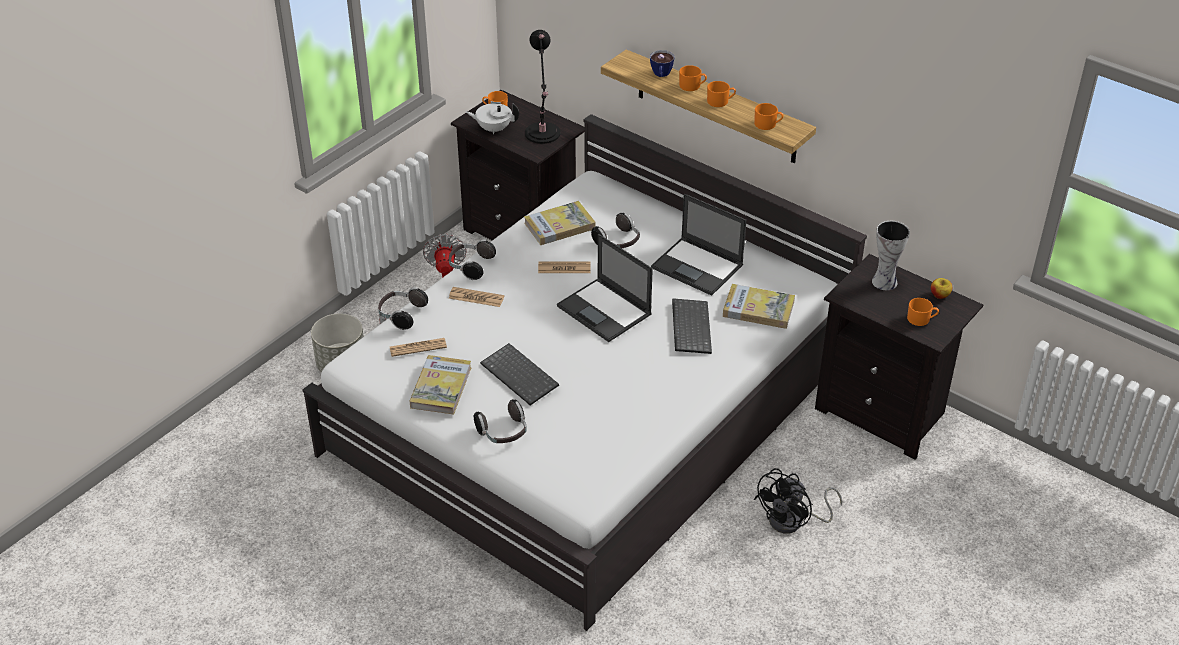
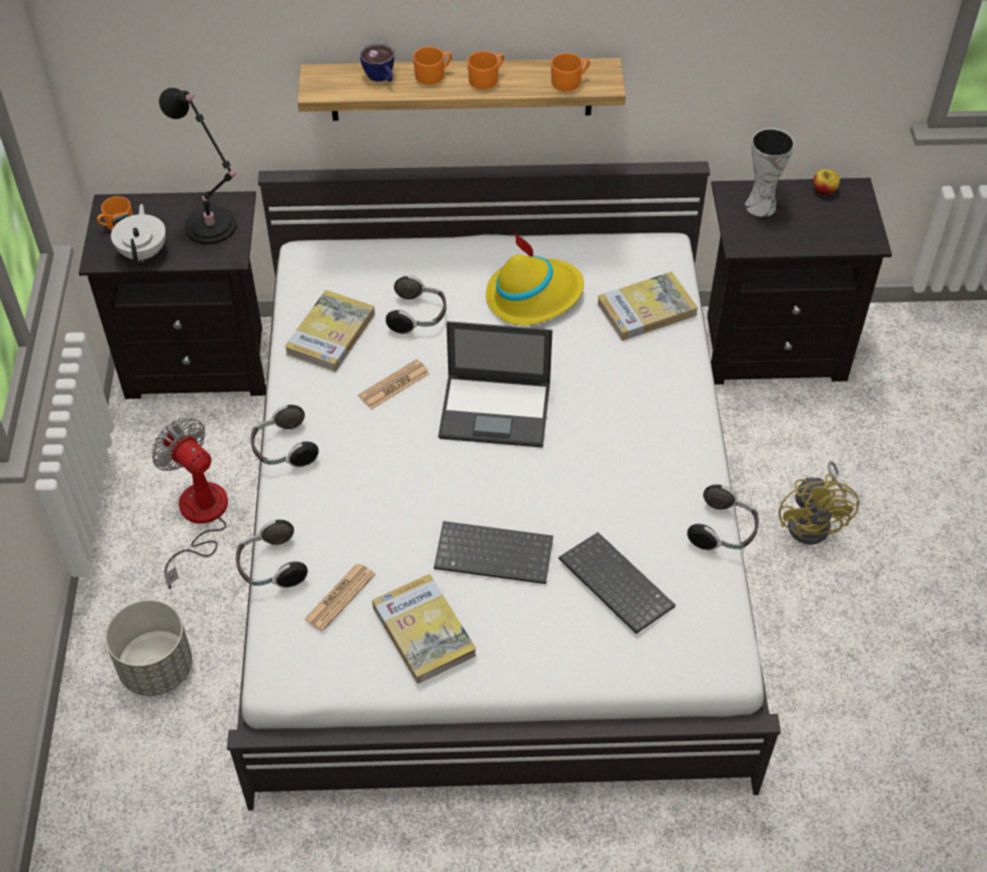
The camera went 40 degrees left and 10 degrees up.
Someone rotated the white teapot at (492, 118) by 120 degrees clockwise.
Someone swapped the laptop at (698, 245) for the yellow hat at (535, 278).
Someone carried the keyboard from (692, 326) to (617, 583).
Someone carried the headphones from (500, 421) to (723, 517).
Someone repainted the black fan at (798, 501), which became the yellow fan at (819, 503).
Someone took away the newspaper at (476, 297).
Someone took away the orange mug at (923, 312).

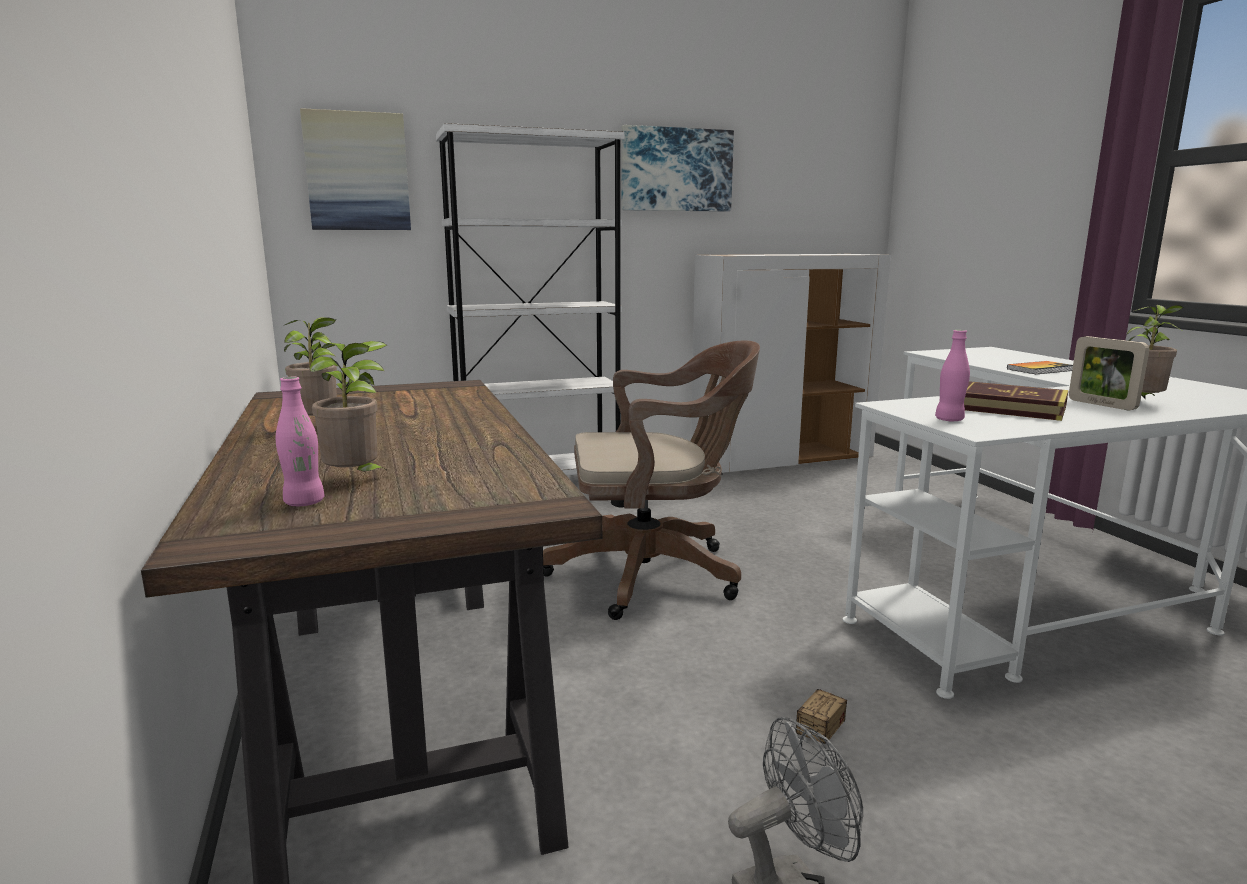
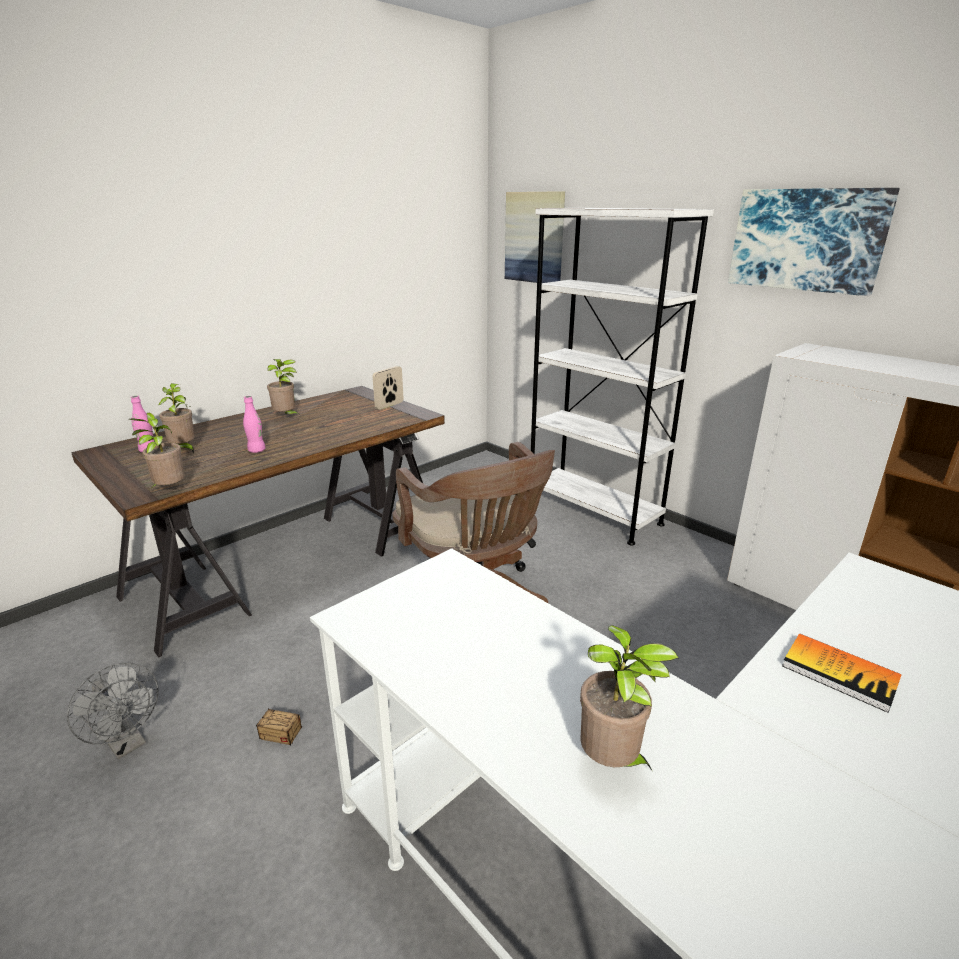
The camera went 65 degrees right and 10 degrees up.
Someone put down the potted plant at (157, 451).
Someone carried the pink bottle from (952, 375) to (254, 424).
Someone carried the picture frame from (1109, 373) to (388, 388).
Someone took away the book at (1016, 401).

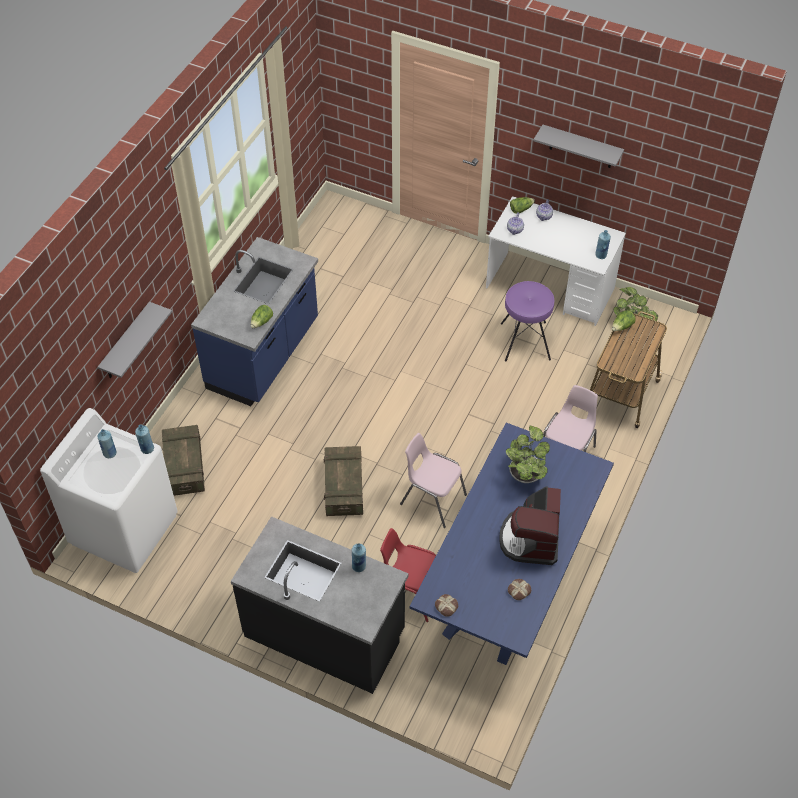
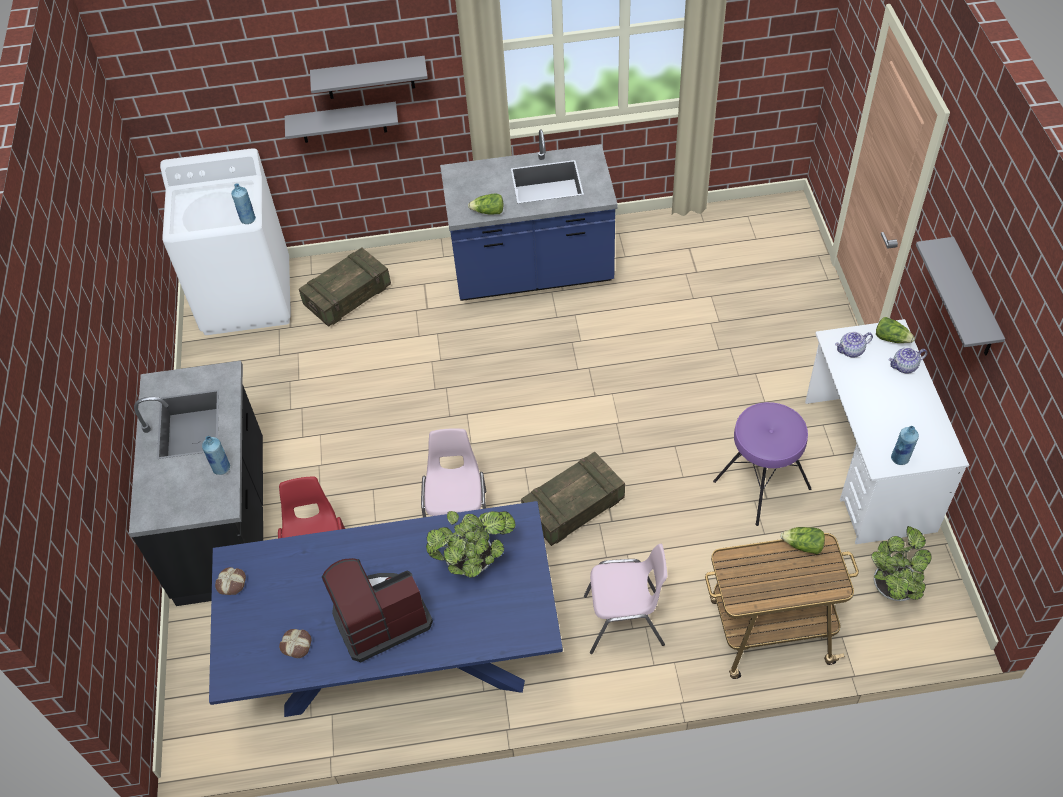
The camera went 60 degrees right and 0 degrees up.
Someone put up the grey shelf at (369, 77).
Someone carried the crate from (343, 481) to (573, 499).
Someone took away the blue bottle at (106, 443).

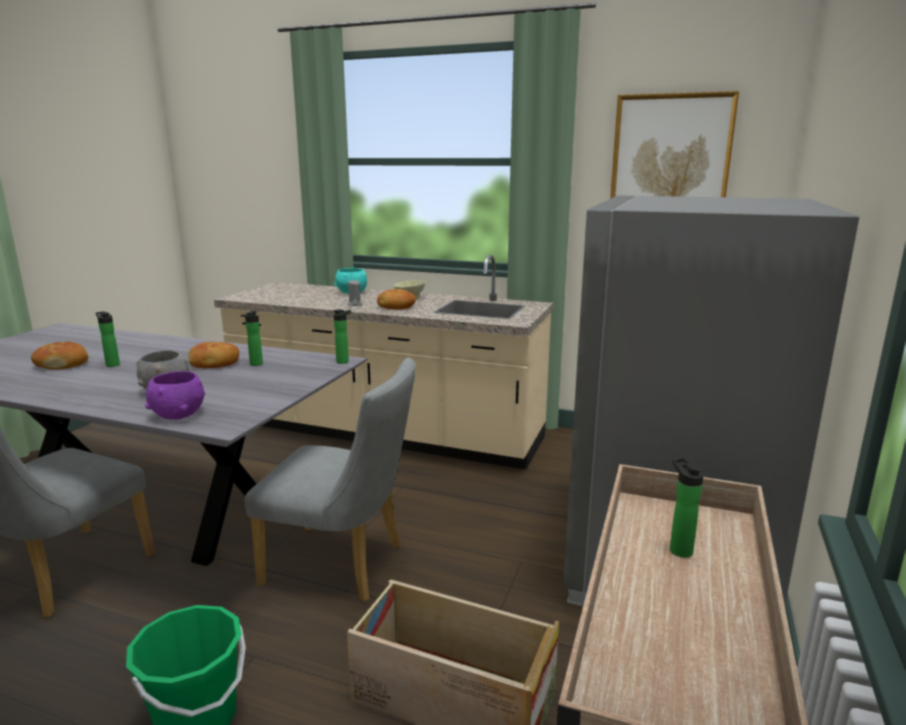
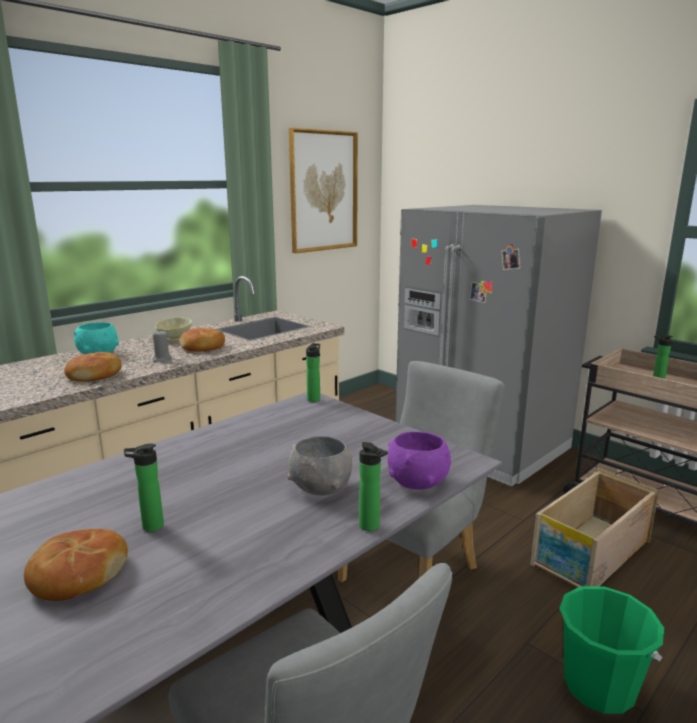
The camera went 65 degrees left and 0 degrees up.
Someone carried the bread from (213, 355) to (93, 366).
Someone carried the bottle from (252, 338) to (373, 486).

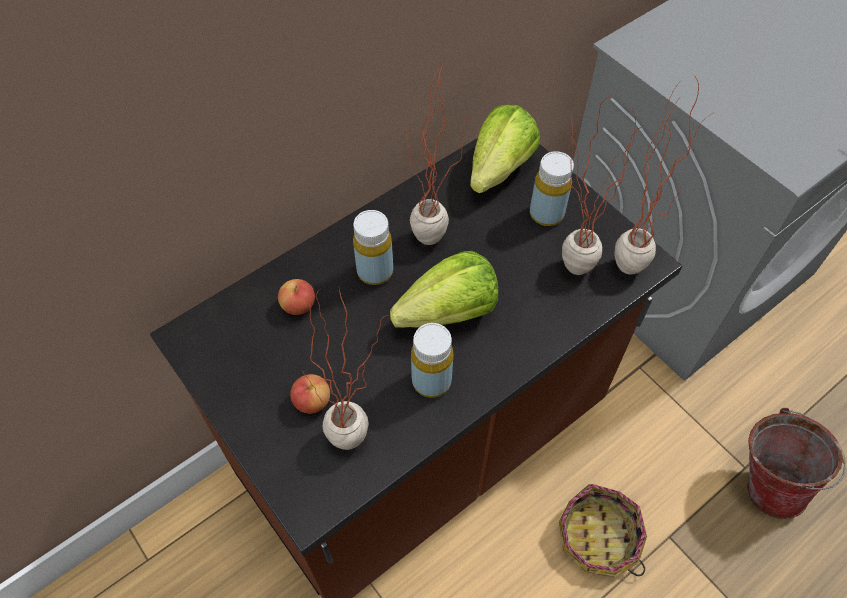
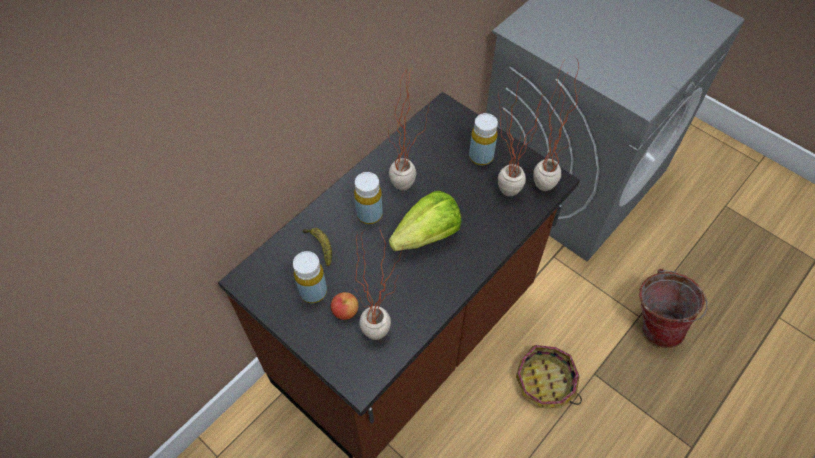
The camera went 10 degrees left and 0 degrees up.
Someone carried the yellow bottle from (432, 360) to (310, 277).
Someone swapped the apple at (296, 297) for the banana at (317, 247).
Someone took away the lettuce at (505, 149).

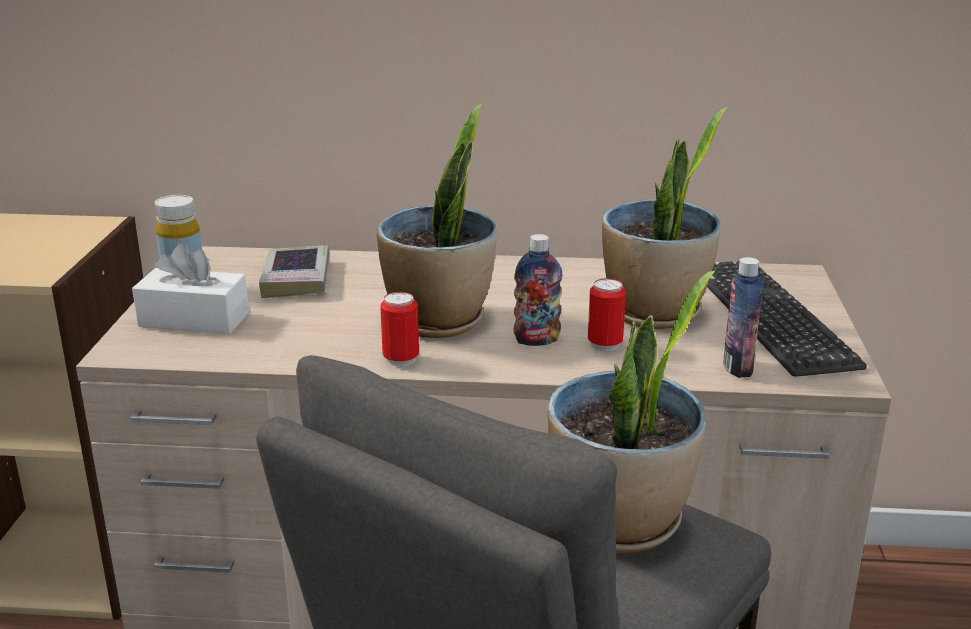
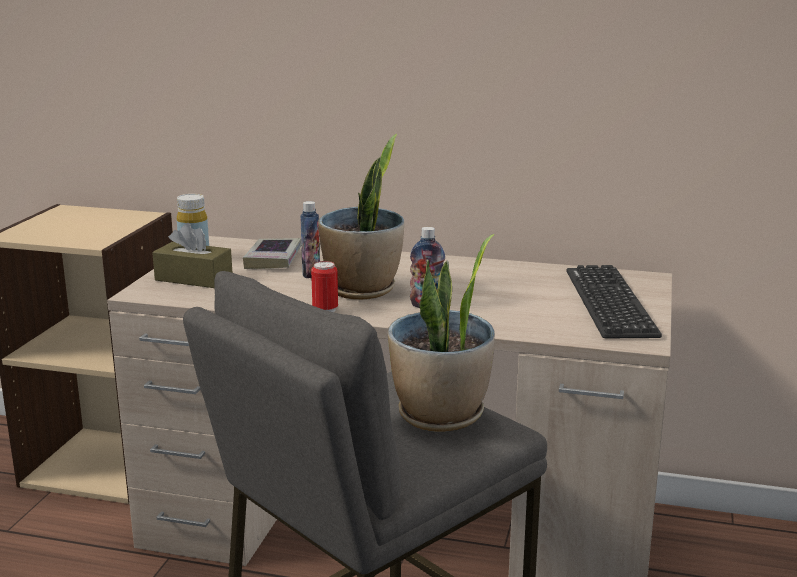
The camera went 10 degrees right and 5 degrees down.
Someone repainted the white tissue box at (190, 288), which became the brown tissue box at (192, 255).
Someone carried the bottle from (743, 317) to (310, 239).
Someone took away the can at (607, 314).
Someone took away the potted plant at (664, 218).

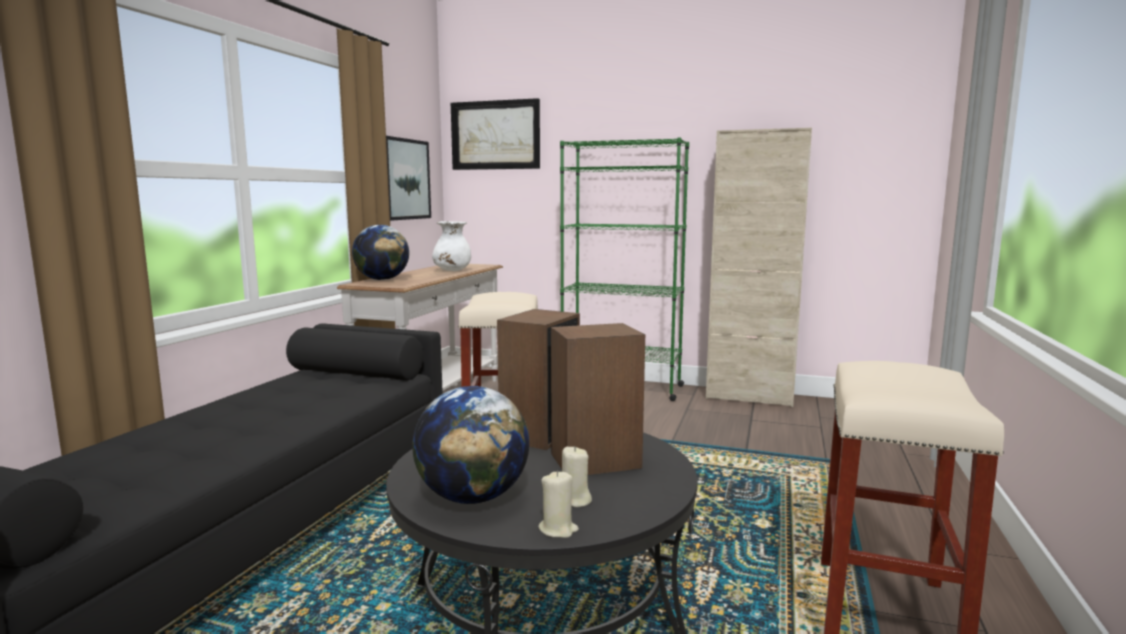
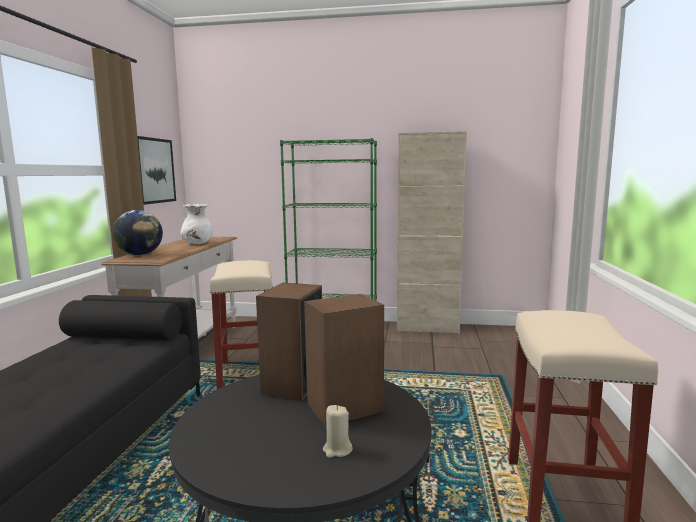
The camera went 10 degrees left and 0 degrees up.
Someone took away the globe at (470, 445).
Someone took away the picture at (495, 134).
Someone took away the beige candle at (558, 504).

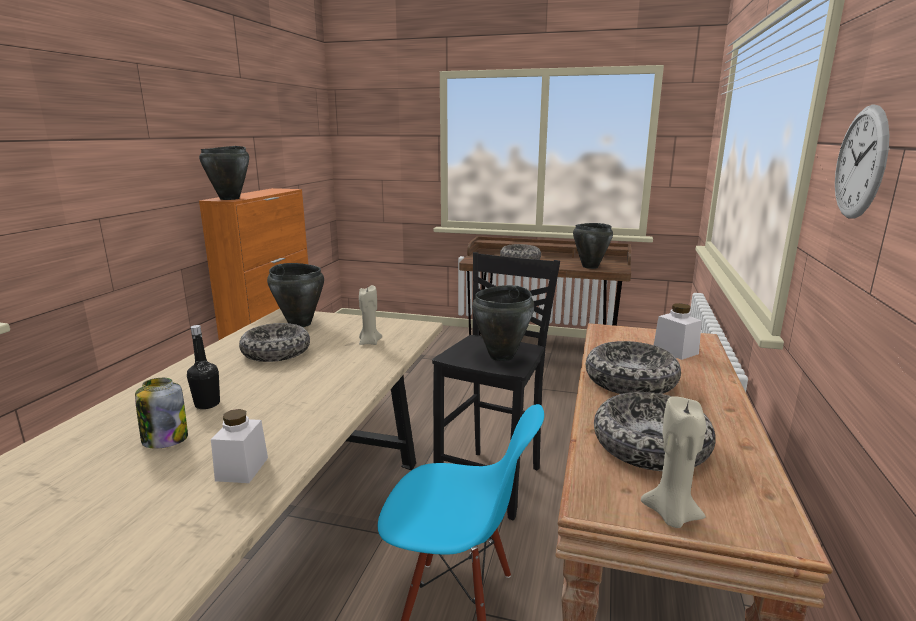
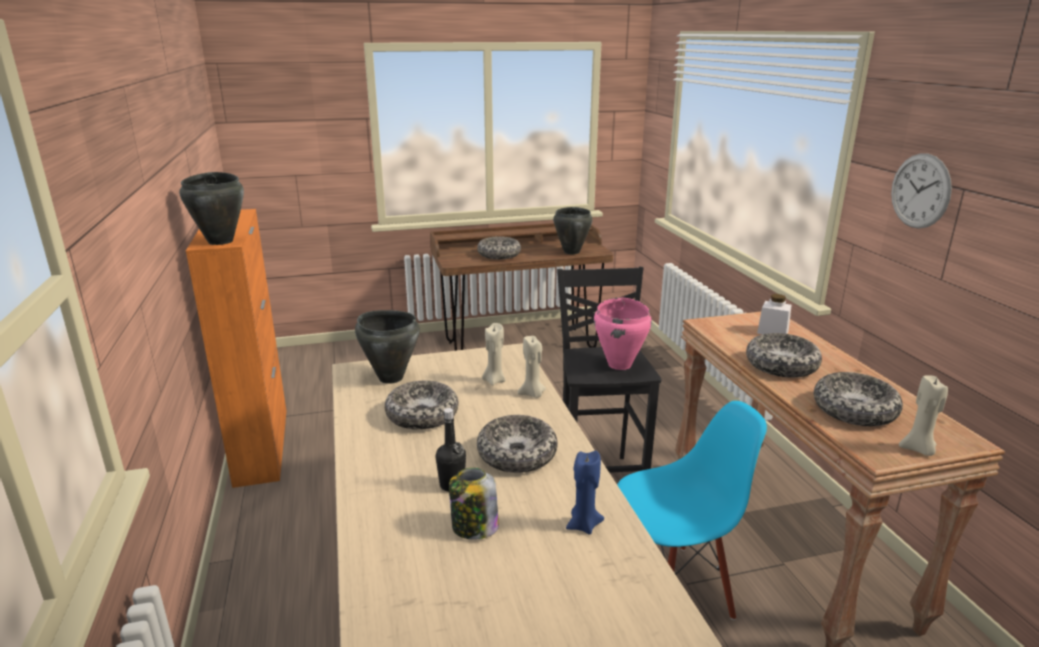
The camera went 30 degrees left and 5 degrees up.
Someone put down the bowl at (517, 444).
Someone put down the beige candle at (532, 367).
Someone swapped the white jar at (239, 446) for the blue candle at (585, 493).
Someone repainted the black cooking pot at (503, 323), which became the pink cooking pot at (623, 333).

